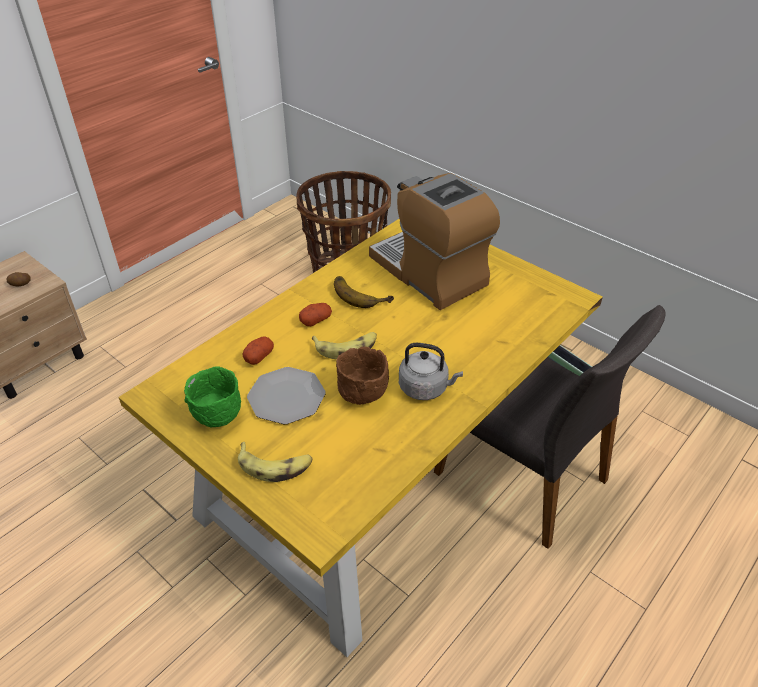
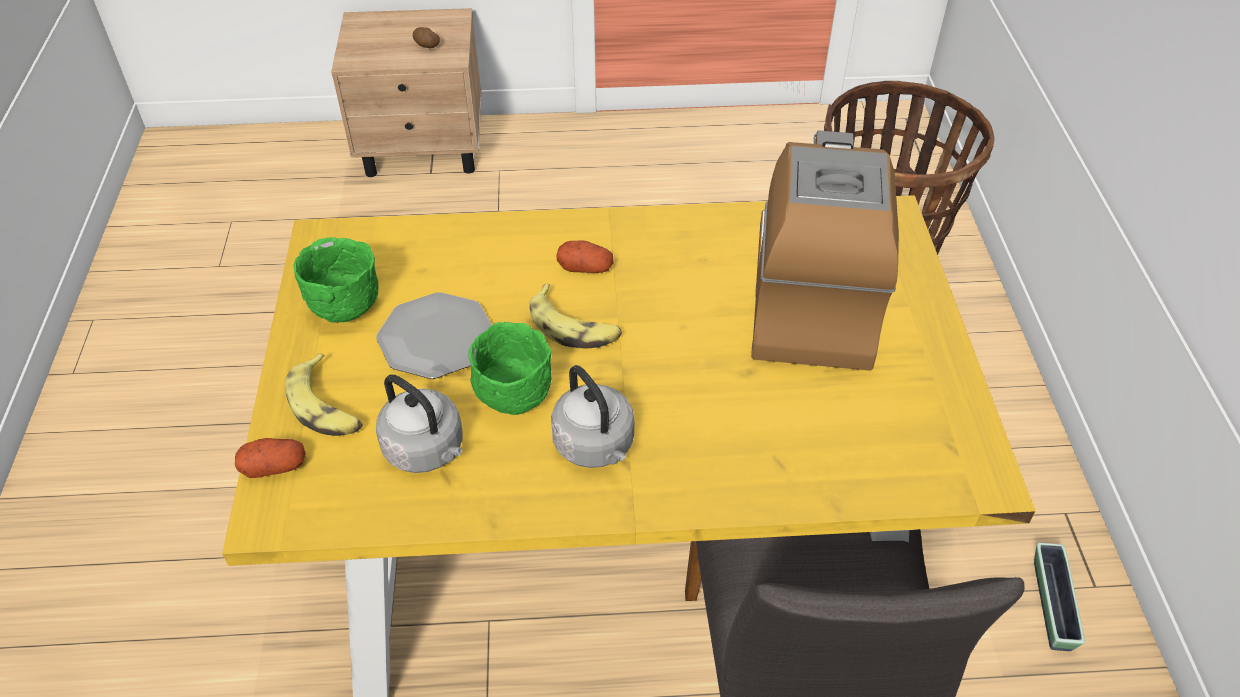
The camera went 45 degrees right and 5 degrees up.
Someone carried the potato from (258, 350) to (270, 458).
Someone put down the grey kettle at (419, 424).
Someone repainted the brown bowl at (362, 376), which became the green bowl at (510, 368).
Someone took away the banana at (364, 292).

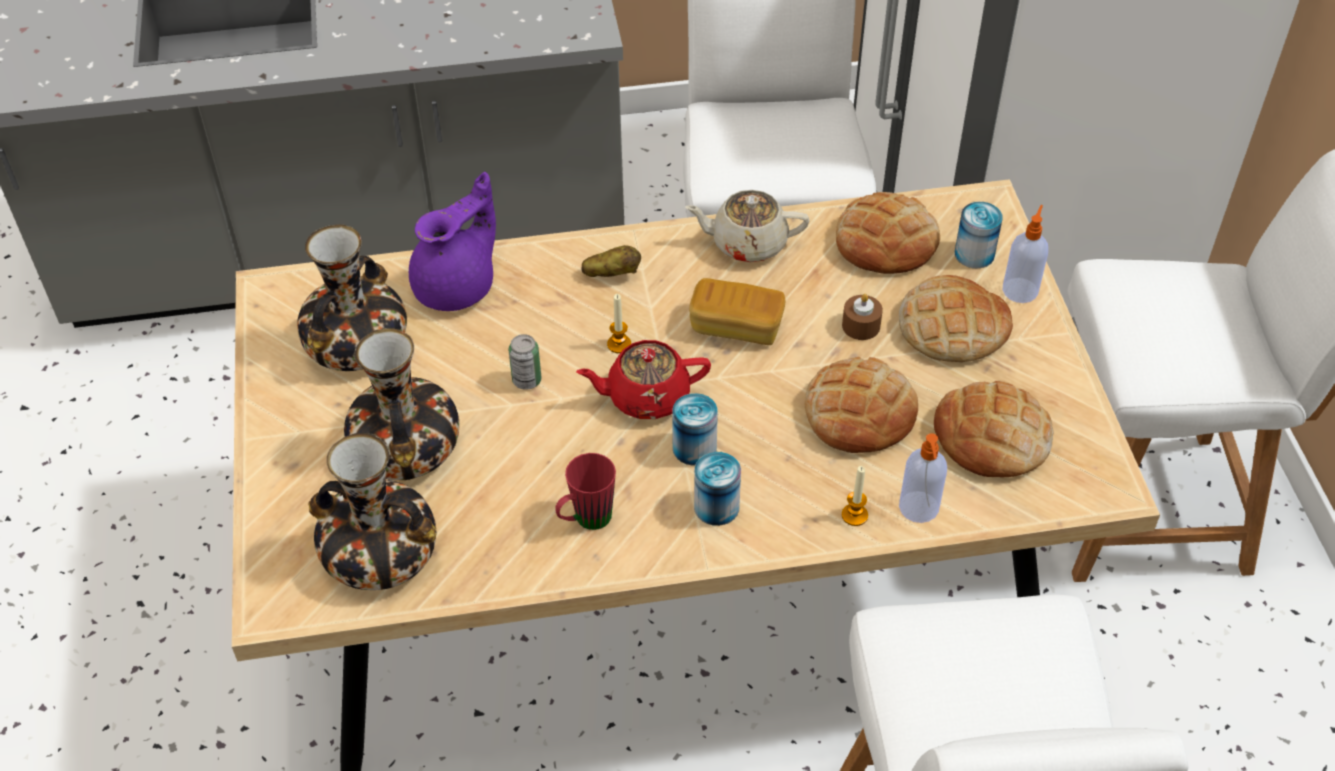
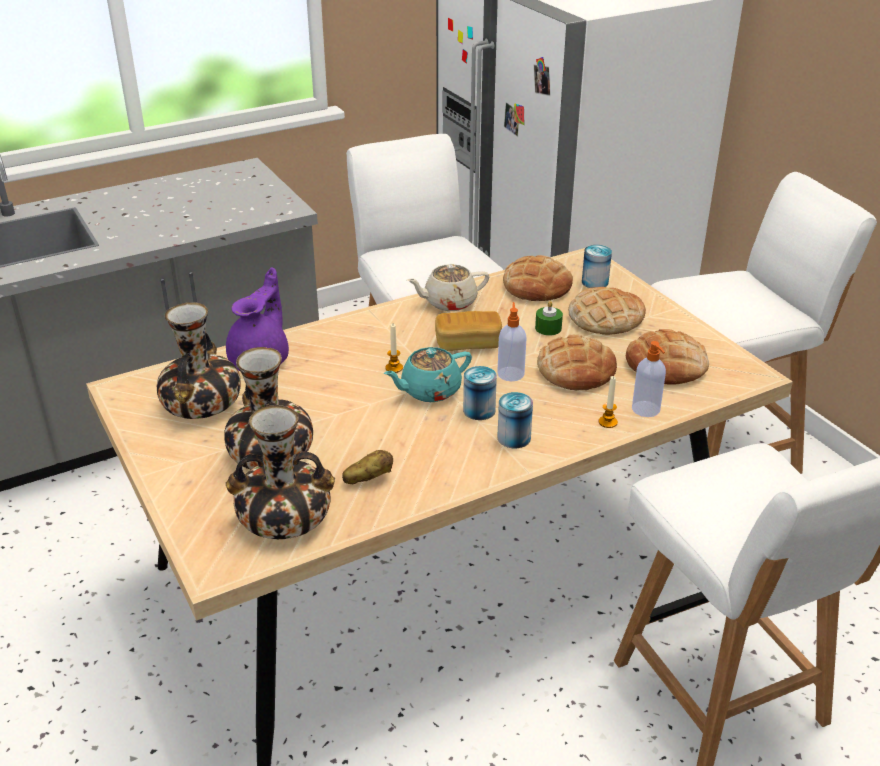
The camera went 20 degrees left and 15 degrees down.
Someone carried the potato from (611, 261) to (367, 467).
Someone repainted the red teapot at (643, 379), which became the turquoise teapot at (428, 374).
Someone carried the soap dispenser from (1025, 254) to (512, 341).
Someone repainted the brown candle at (862, 317), which became the green candle at (549, 318).
Someone took away the can at (525, 362).
Someone took away the red mug at (585, 491).

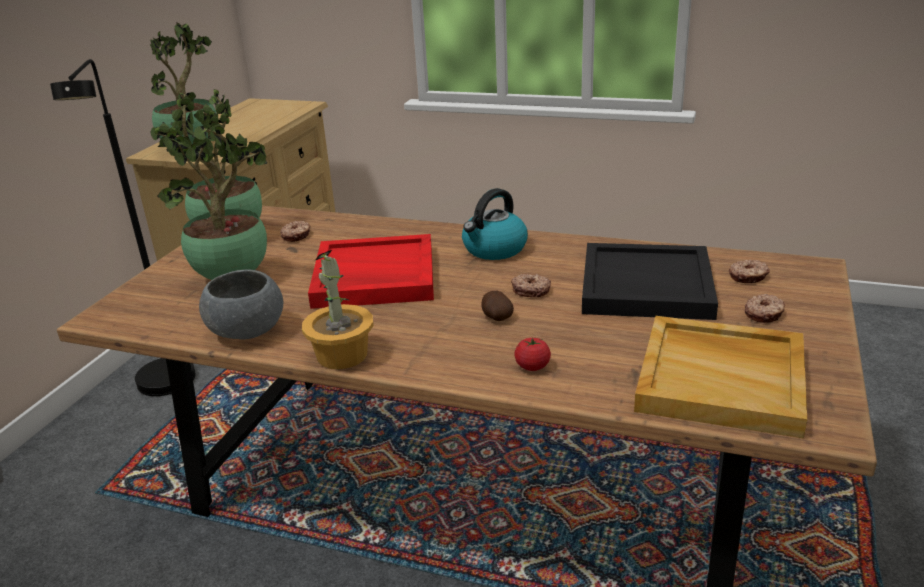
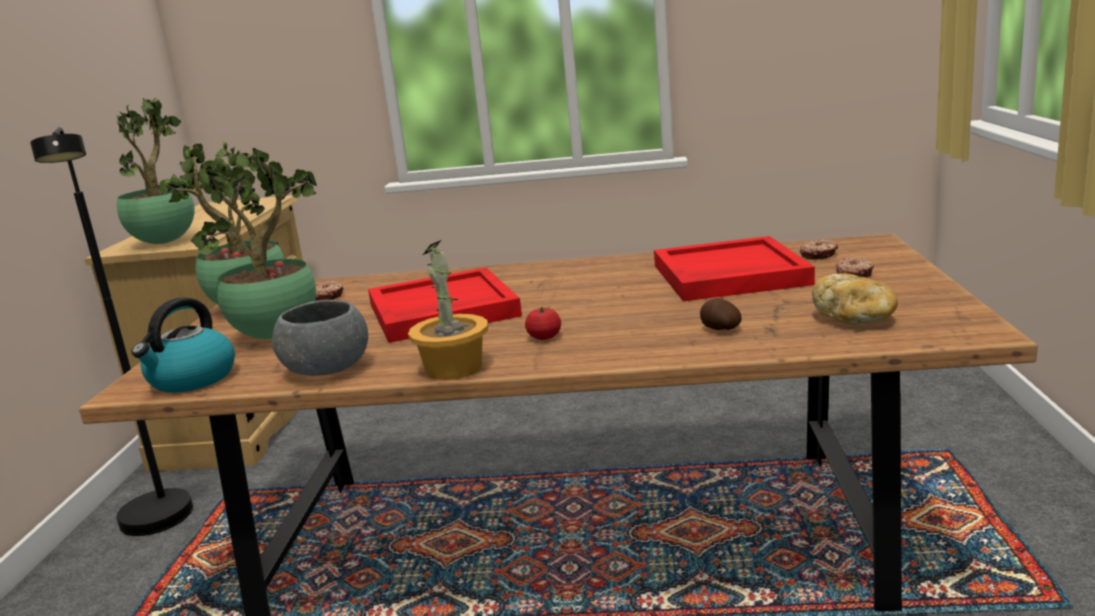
The camera went 15 degrees left and 10 degrees down.
Someone carried the kettle from (495, 224) to (183, 345).
Someone carried the tomato from (532, 354) to (543, 323).
Someone repainted the black tray at (650, 281), which became the red tray at (734, 268).
Someone carried the potato from (497, 306) to (720, 314).
Someone swapped the beige tray at (720, 377) for the bread at (855, 299).
Someone took away the donut at (531, 285).

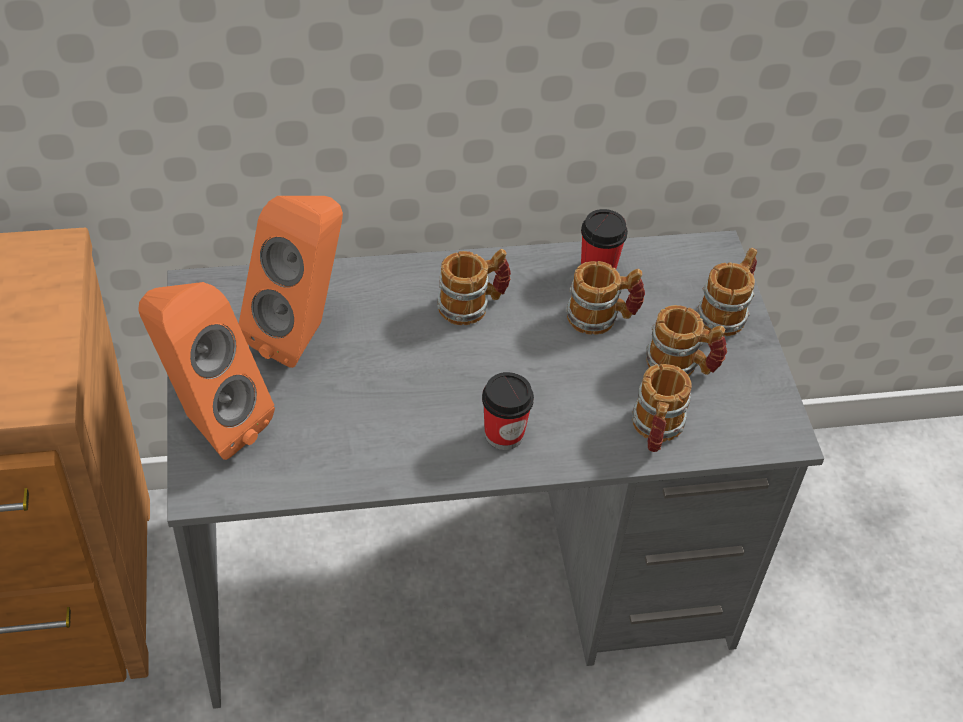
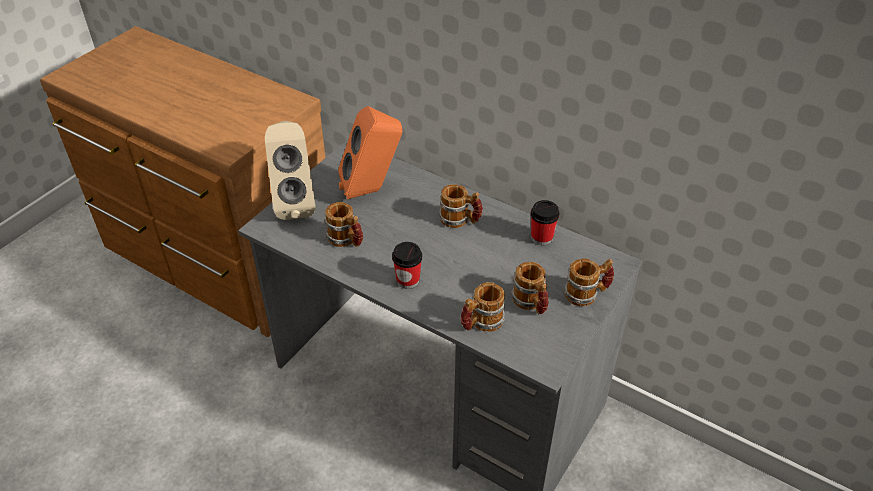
The camera went 45 degrees right and 5 degrees down.
Someone repainted the orange speaker at (206, 371), which became the beige speaker at (290, 170).
Someone carried the mug from (605, 298) to (344, 224).

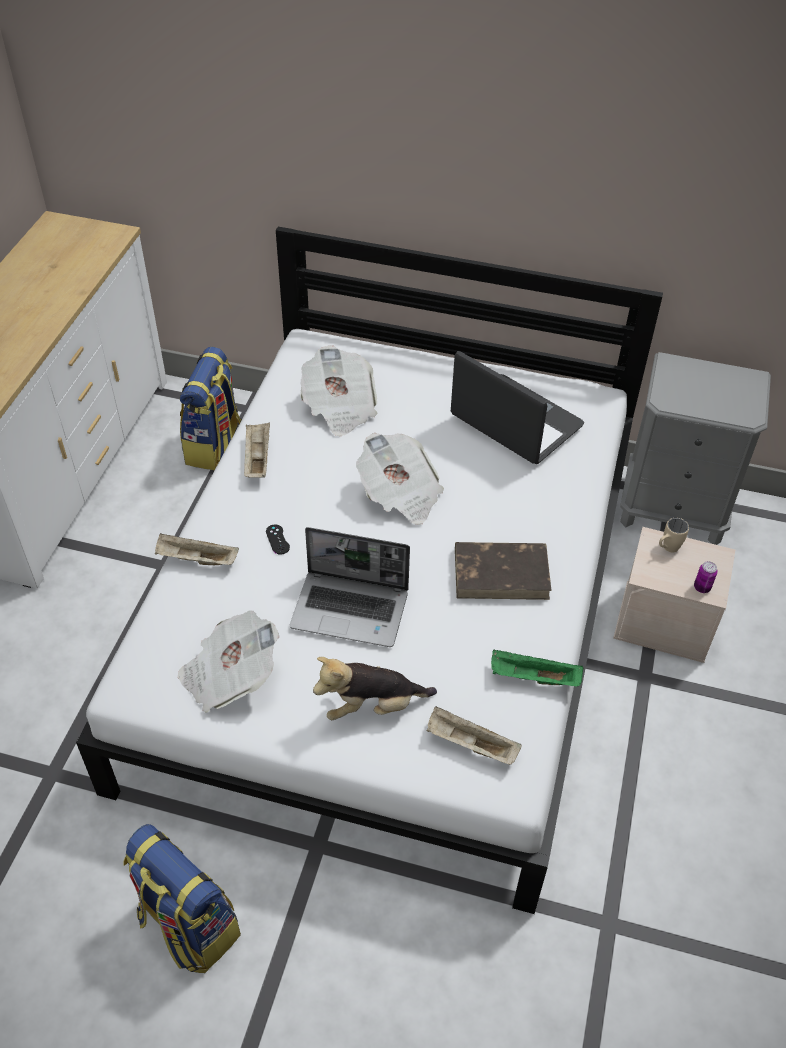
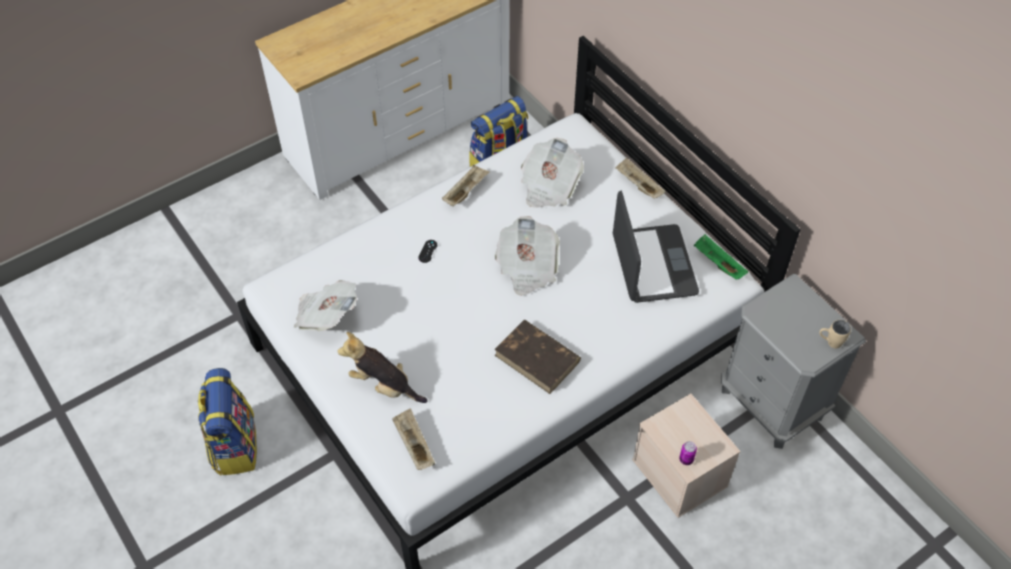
The camera went 40 degrees right and 5 degrees up.
Someone carried the beige tray from (197, 549) to (640, 178).
Someone carried the green tray from (537, 668) to (720, 257).
Someone carried the beige mug from (674, 535) to (835, 334).
Someone took away the laptop at (350, 587).

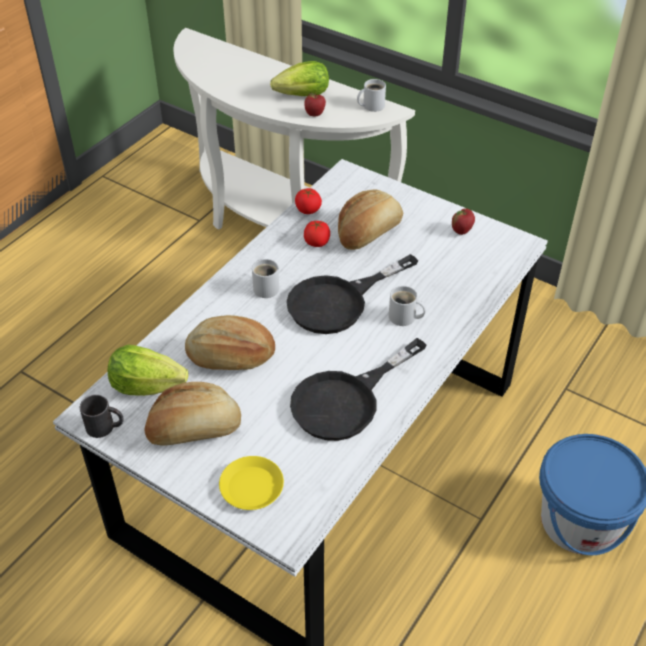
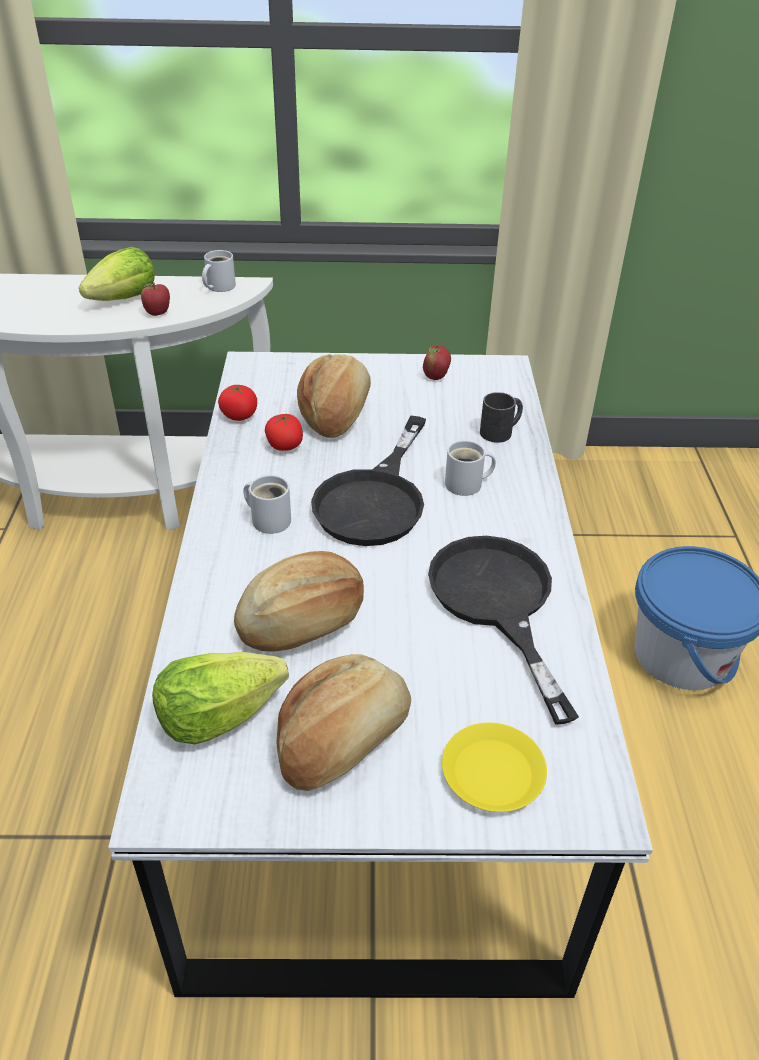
The camera went 35 degrees left and 5 degrees down.
Someone rotated the black frying pan at (358, 389) by 150 degrees clockwise.
Someone carried the black mug from (102, 416) to (501, 417).

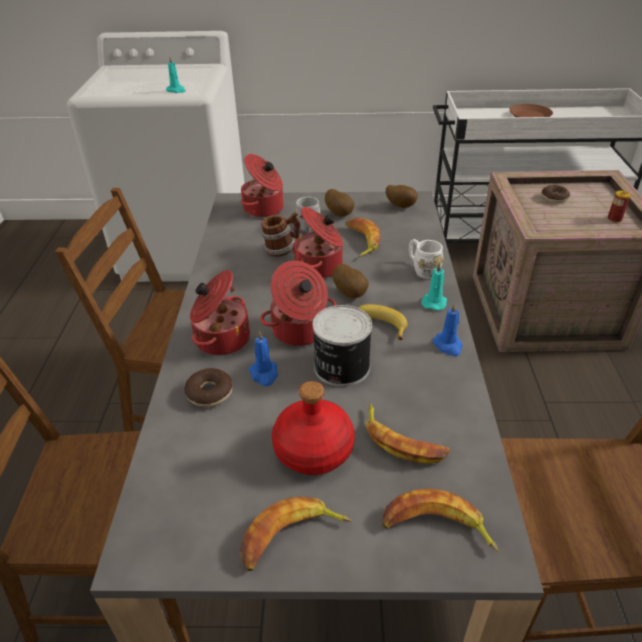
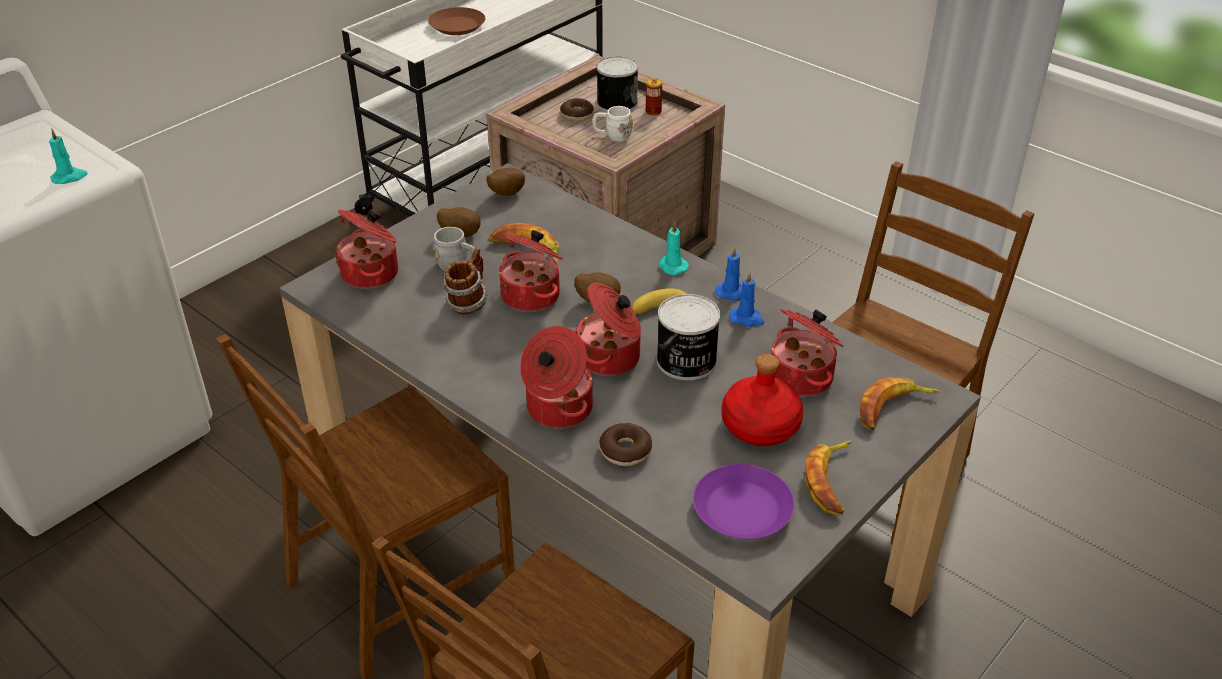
The camera went 50 degrees left and 0 degrees up.
Someone carried the white mug from (426, 259) to (612, 124).
Someone put down the can at (617, 84).
Someone put down the purple plate at (743, 501).
Someone carried the blue candle from (263, 358) to (746, 299).
Someone swapped the banana at (408, 433) for the cooking pot at (807, 353).

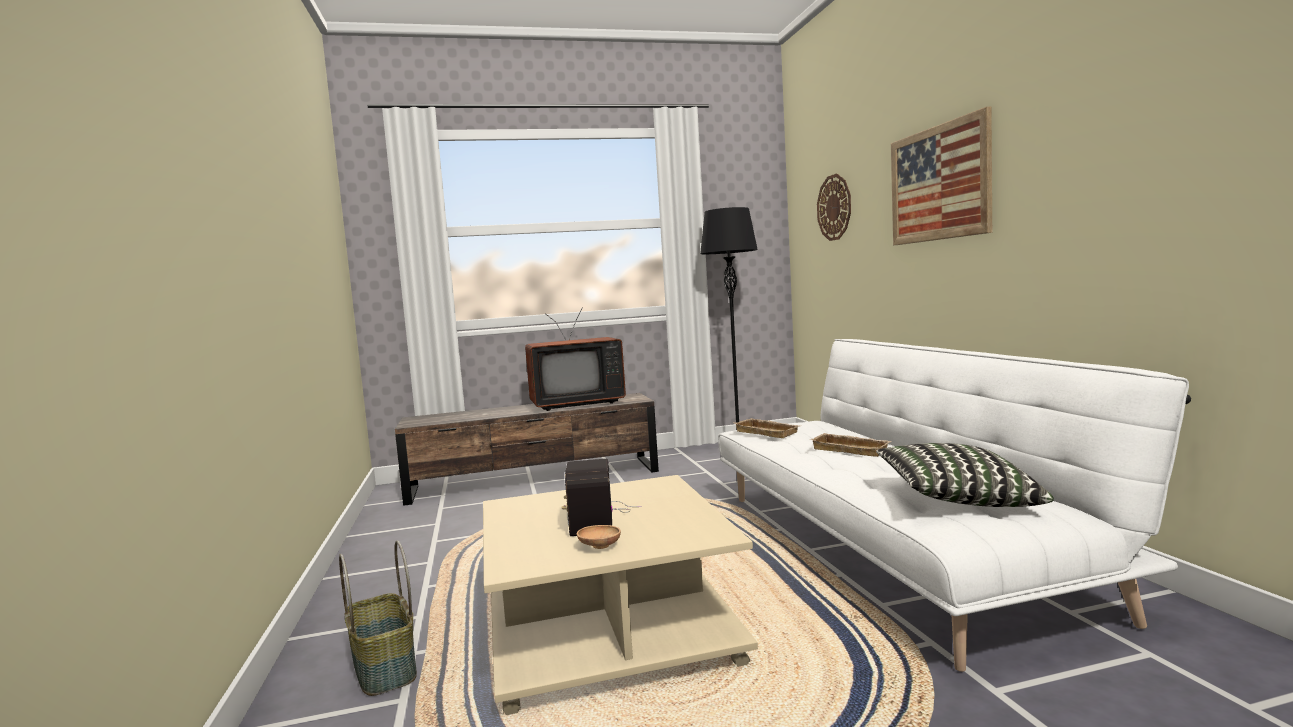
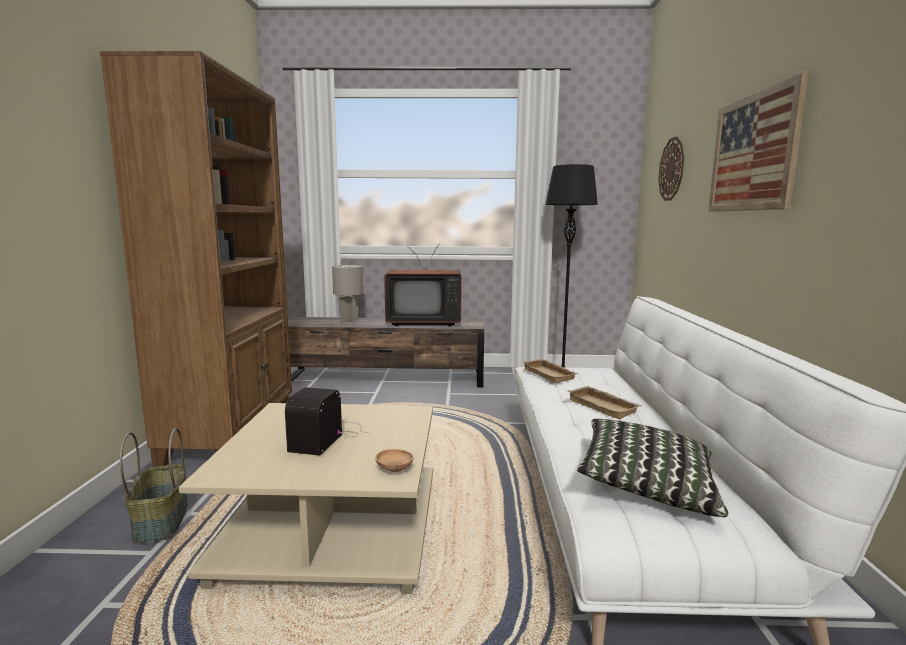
The camera went 15 degrees right and 5 degrees up.
Someone put down the brown bookcase at (196, 259).
Someone put down the grey table lamp at (347, 294).
Someone carried the brown bowl from (599, 537) to (394, 460).

